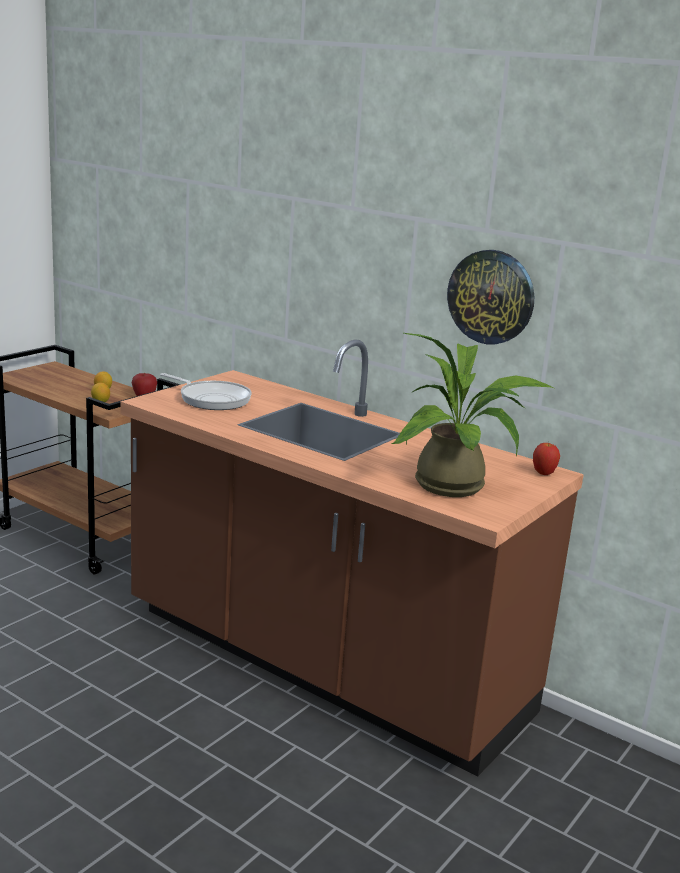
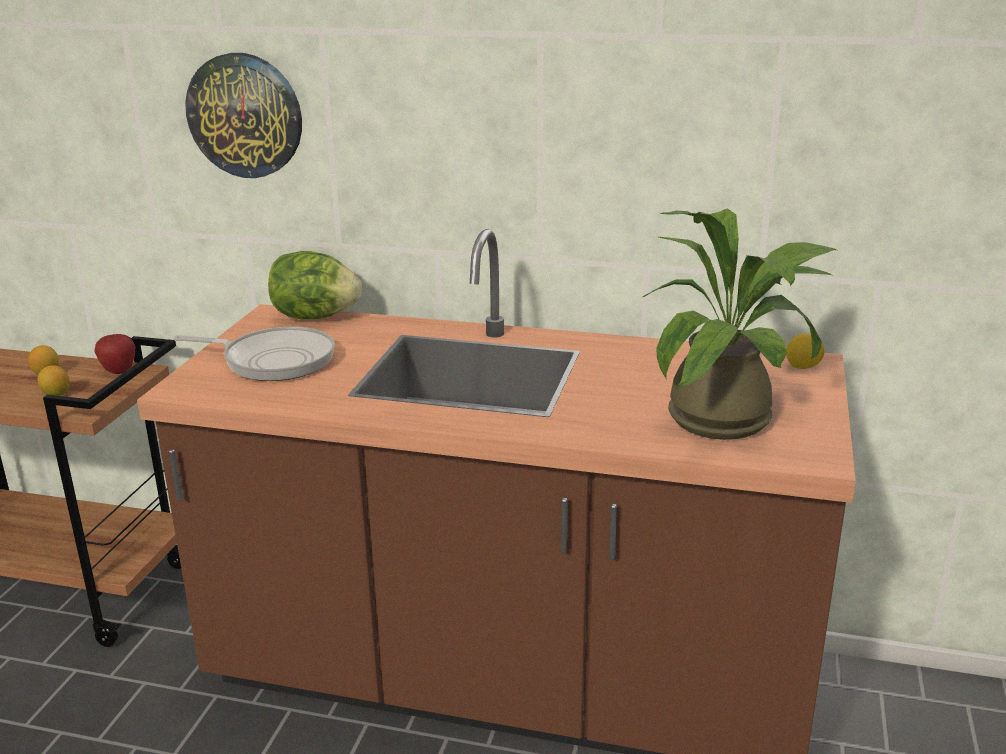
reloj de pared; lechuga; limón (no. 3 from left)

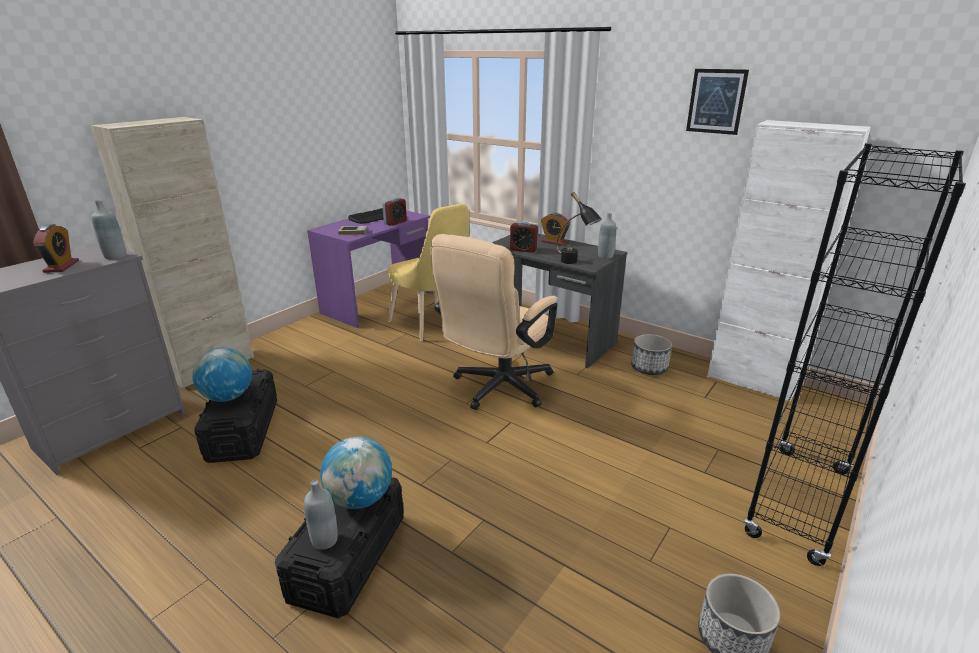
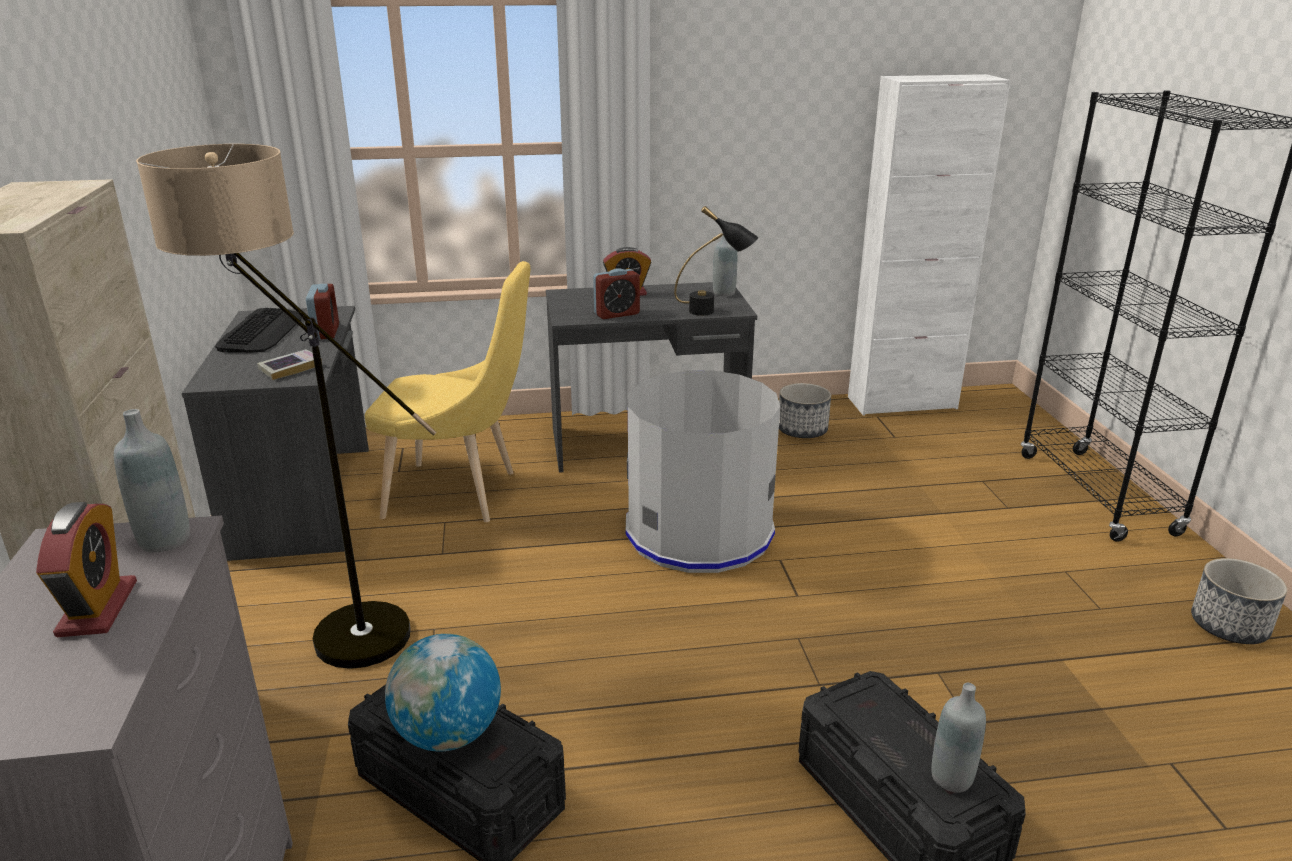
despertador (no. 1 from left); lámpara de pie; escritorio [gris] (no. 1 from left); papelera [gris]; globo terráqueo (no. 2 from left in the first image); cuadro

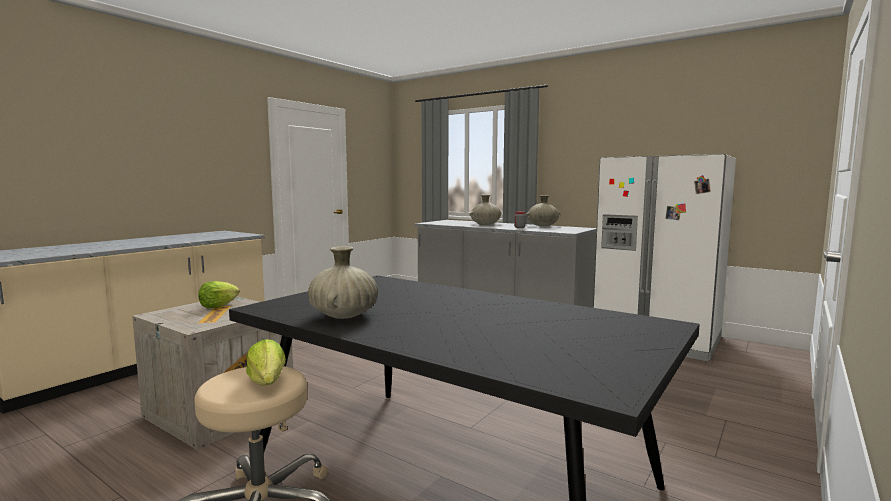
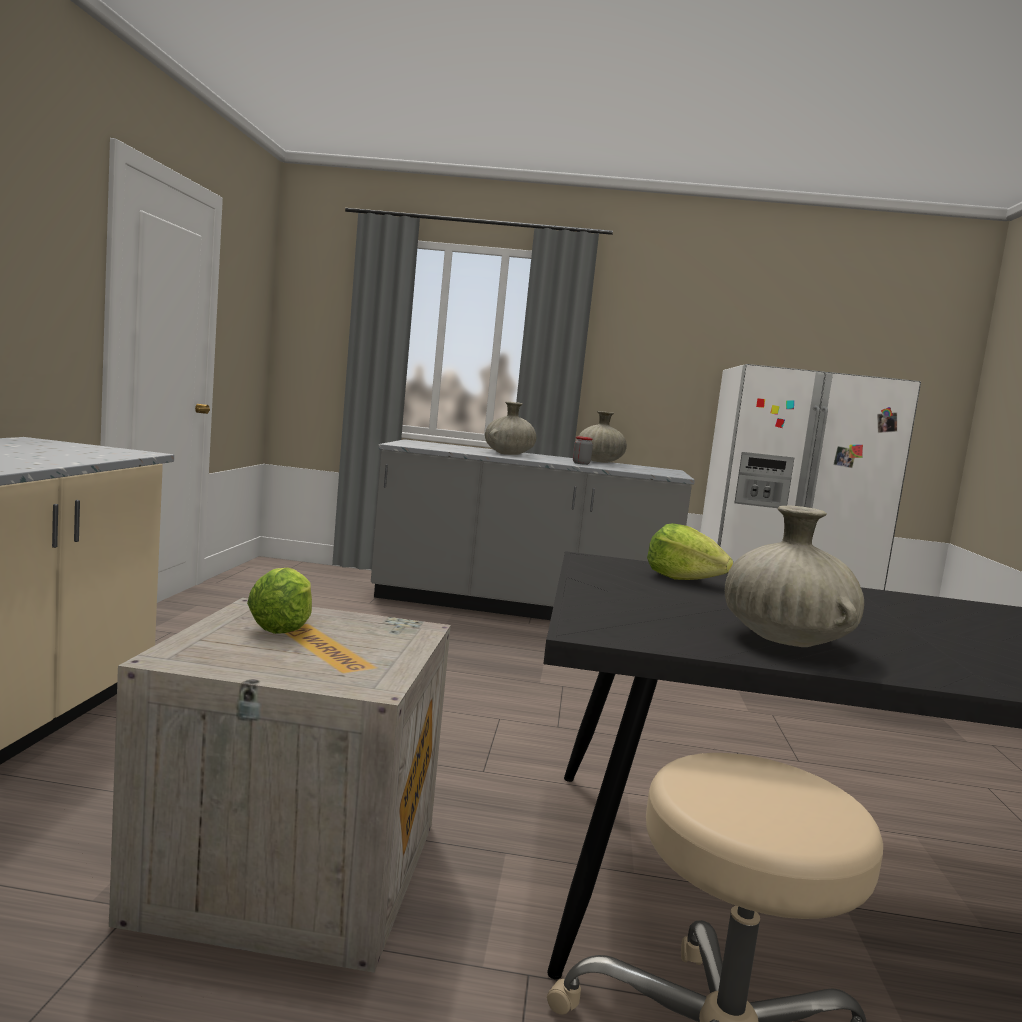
lechuga (no. 2 from left)

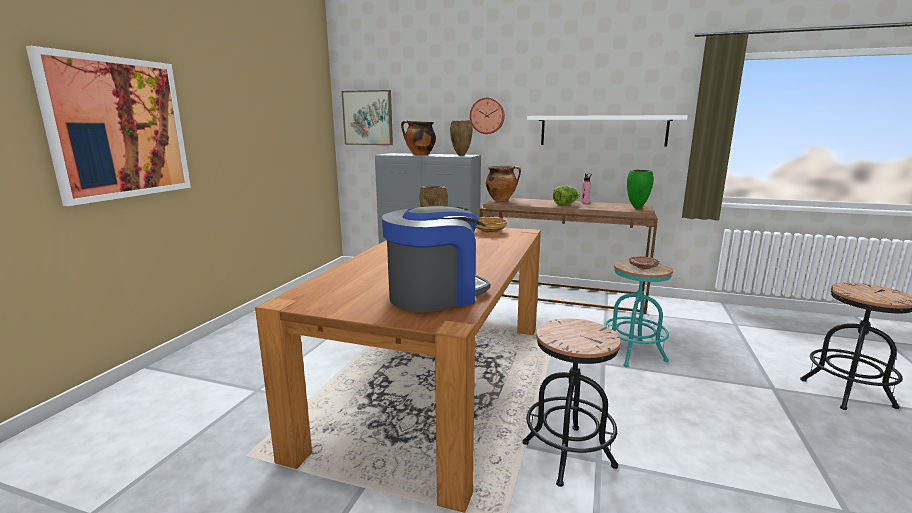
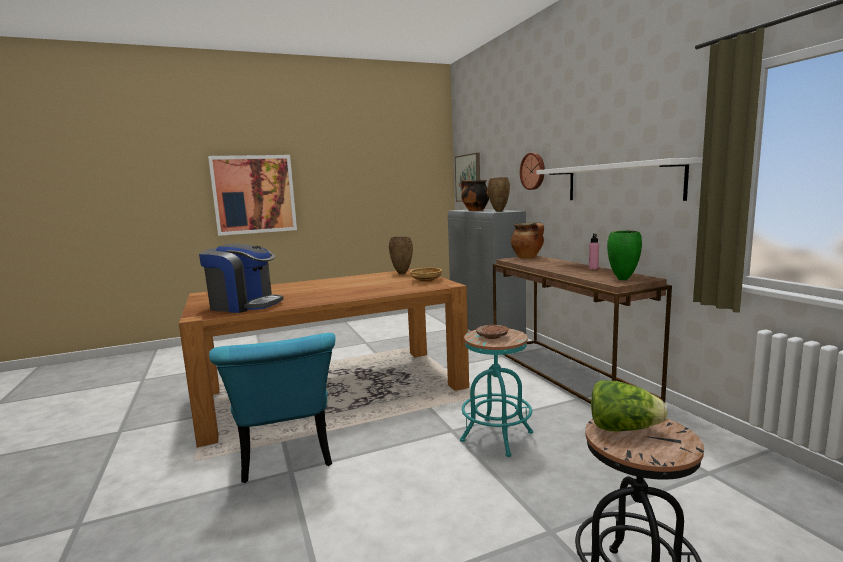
silla [turquesa]; lechuga

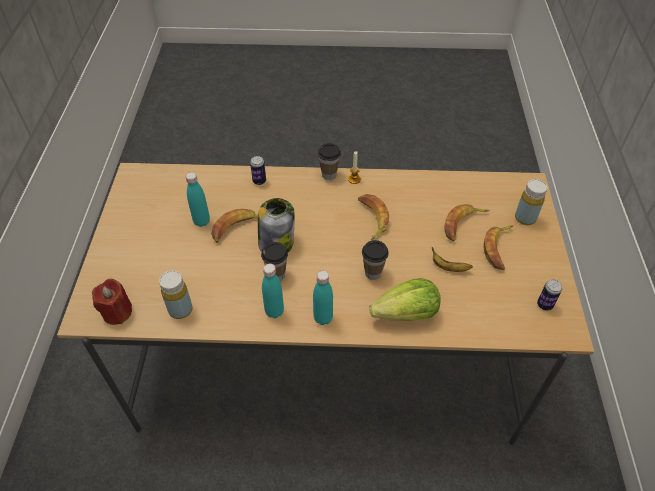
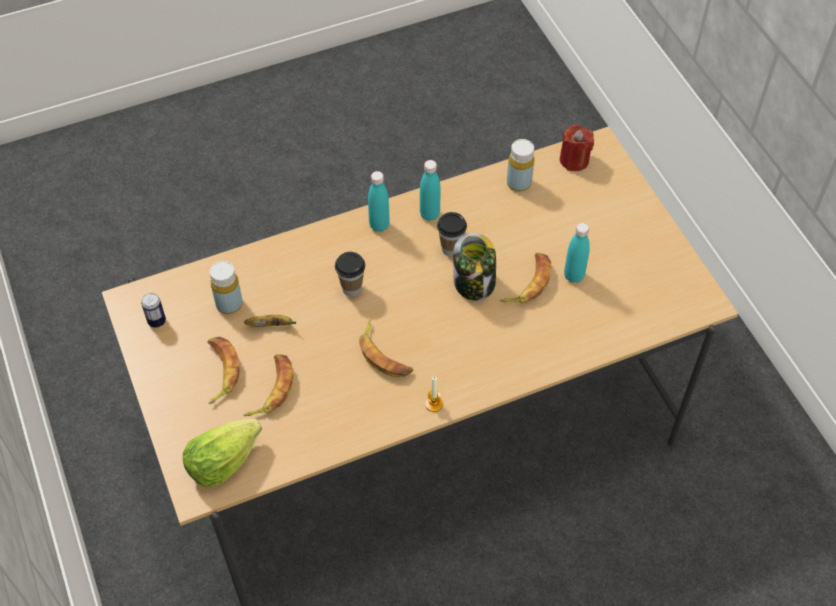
lechuga; botella [amarillo] (no. 1 from left); lata (no. 1 from left in the first image); taza (no. 2 from left in the first image)

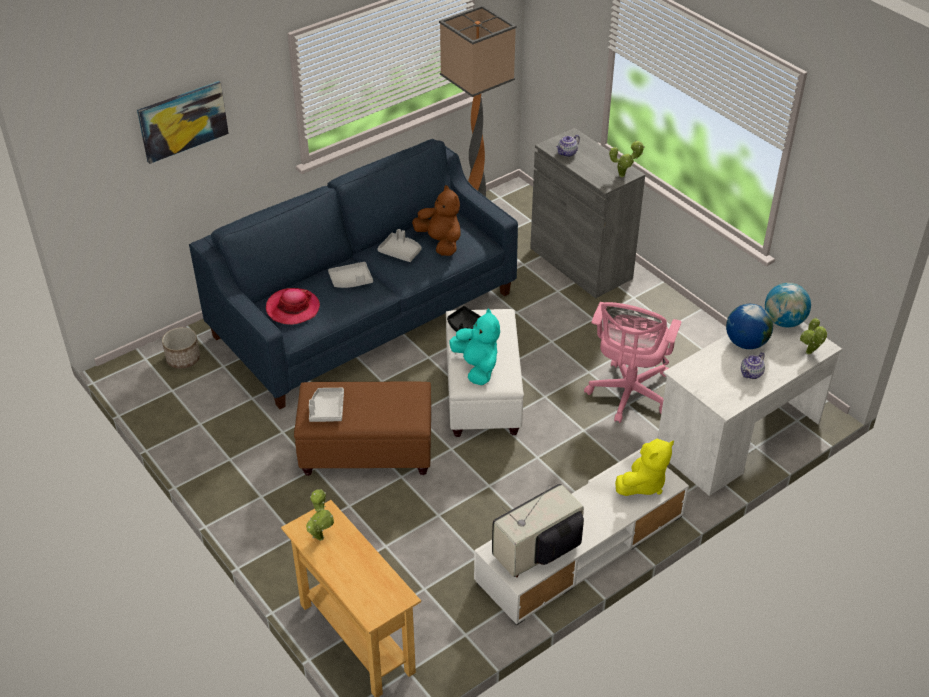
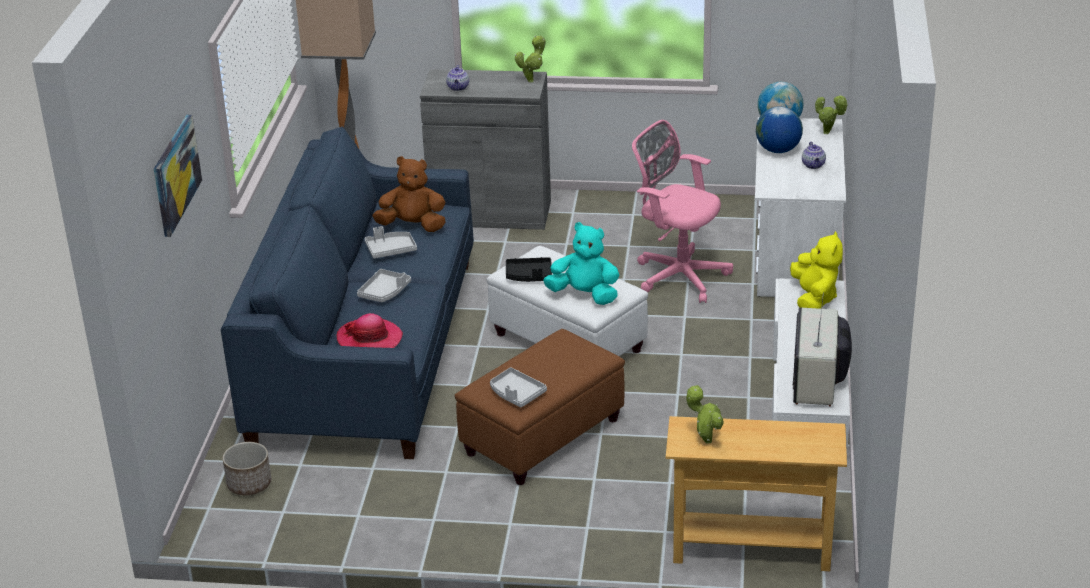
silla de oficina [rosa]

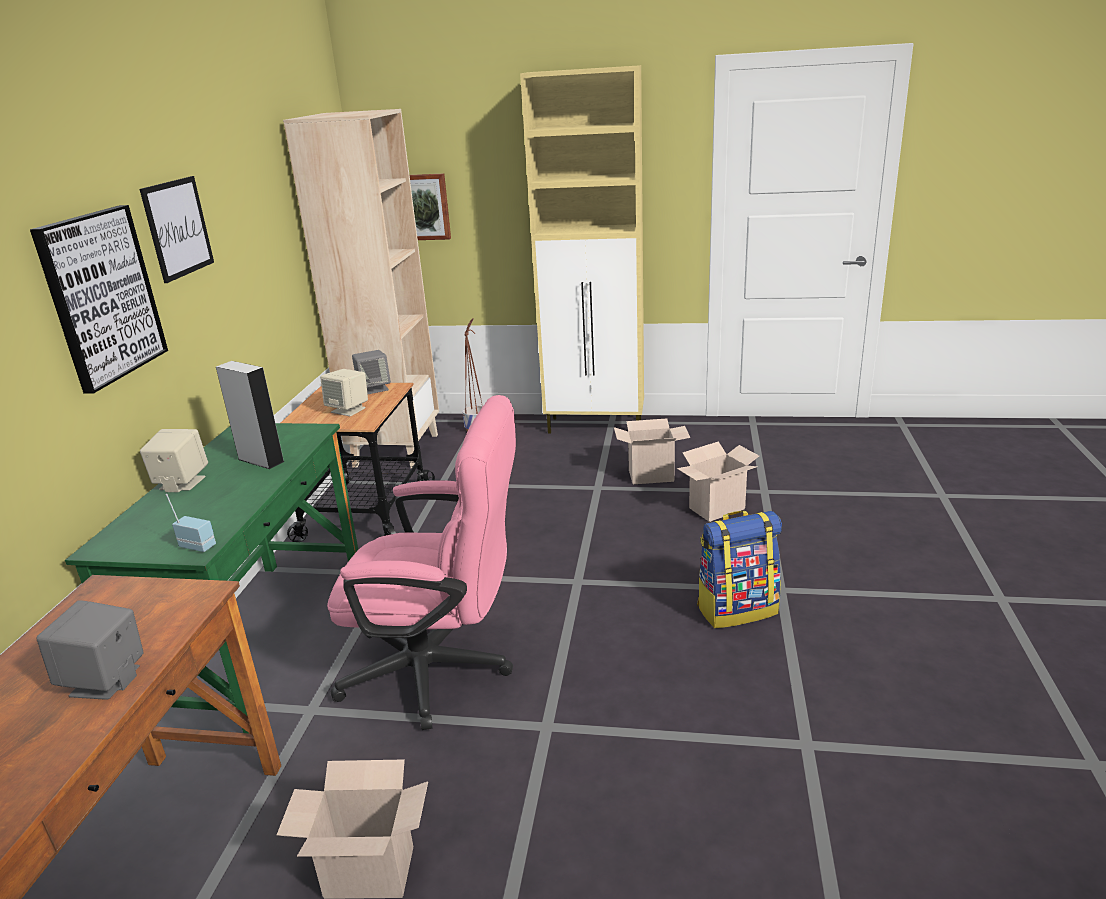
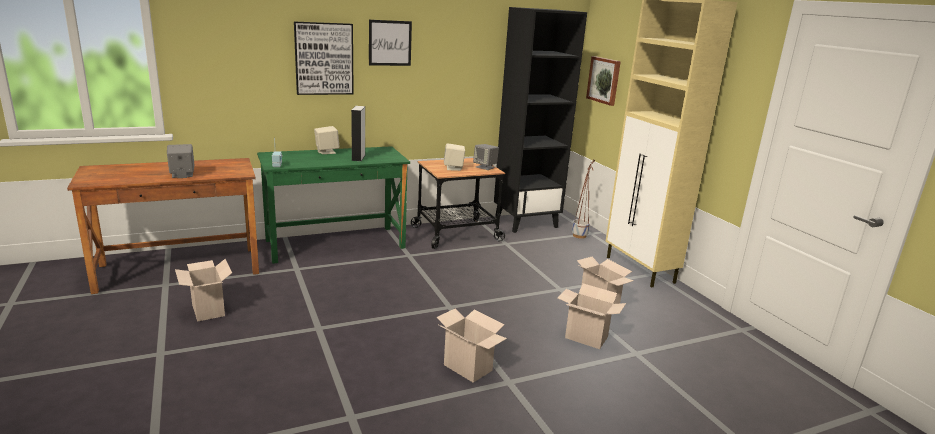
caja de cartón (no. 2 from left); estantería [negro]; silla de oficina [rosa]

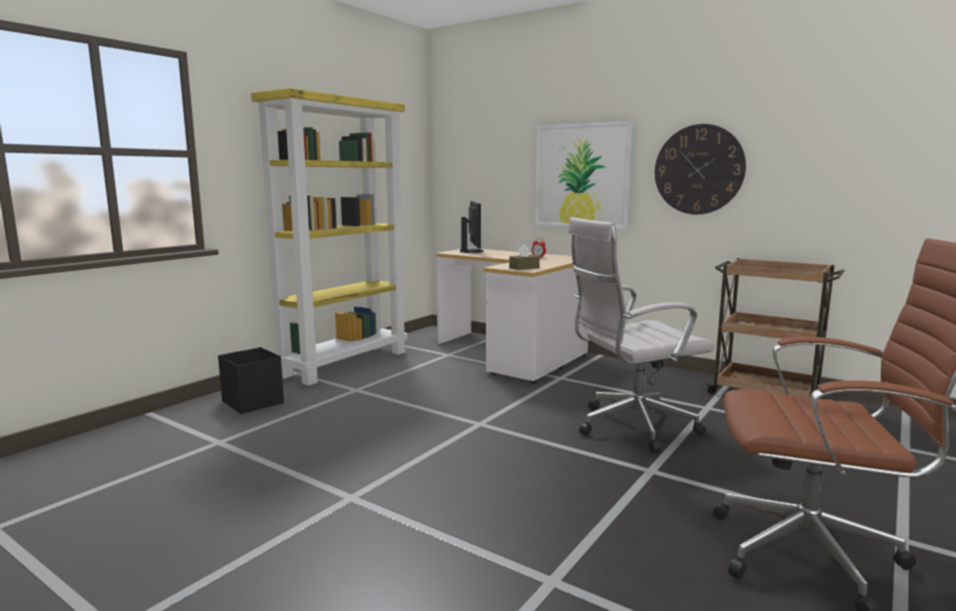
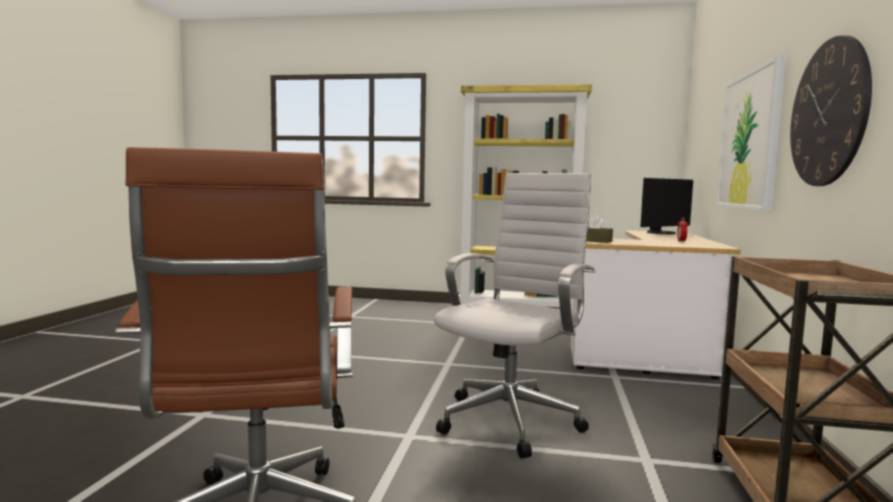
silla de oficina [blanco]; caja de almacenaje [negro]

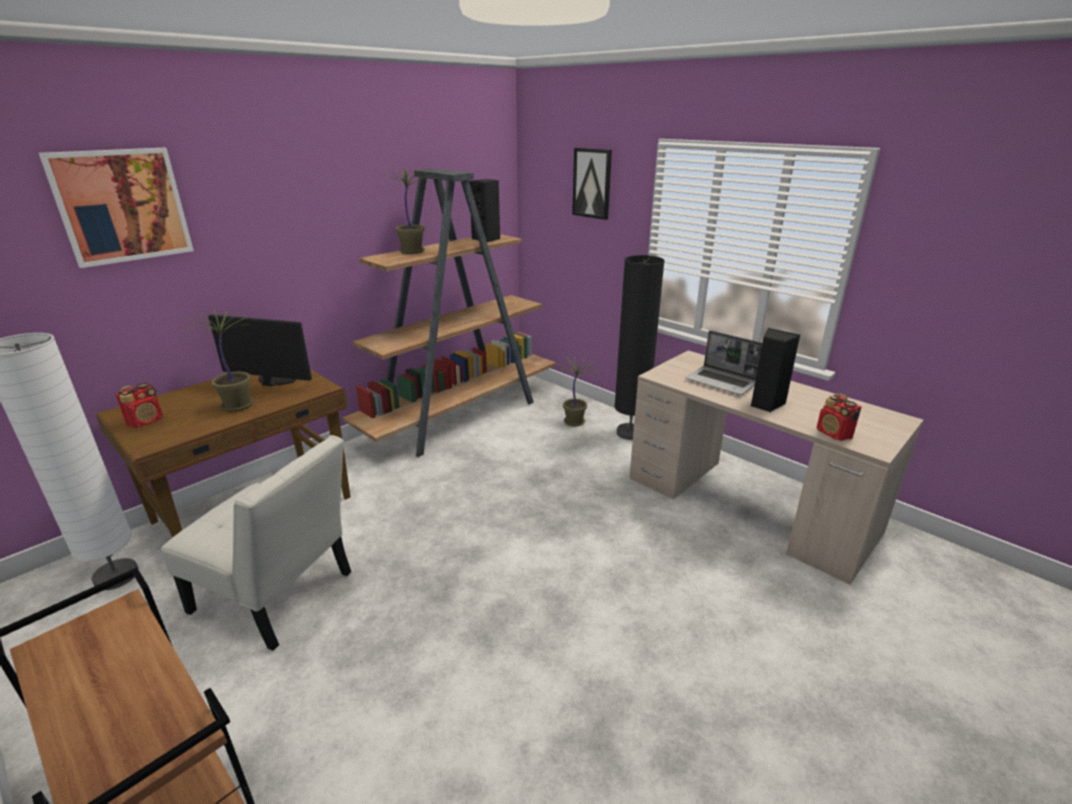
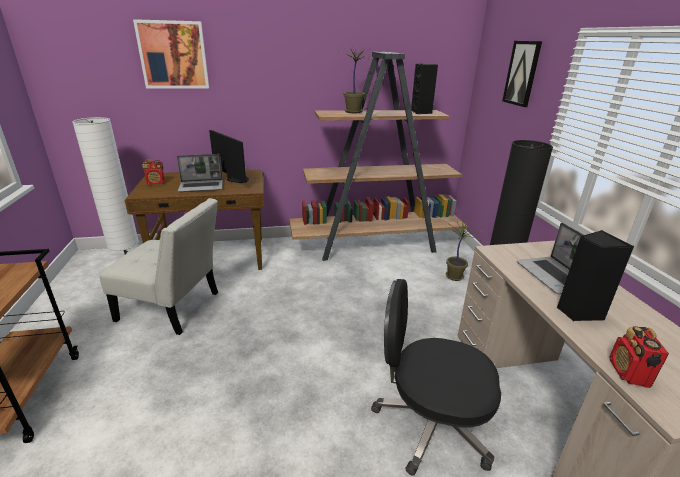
silla [blanco]; portátil (no. 1 from left); silla de oficina [negro]

